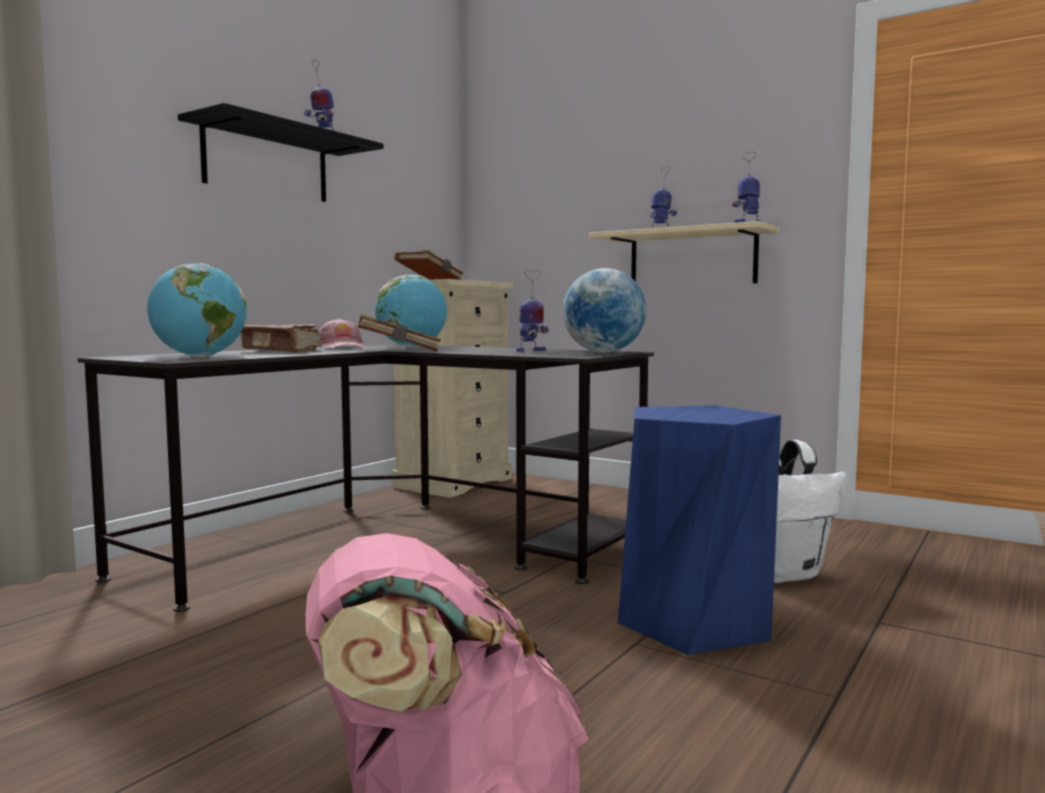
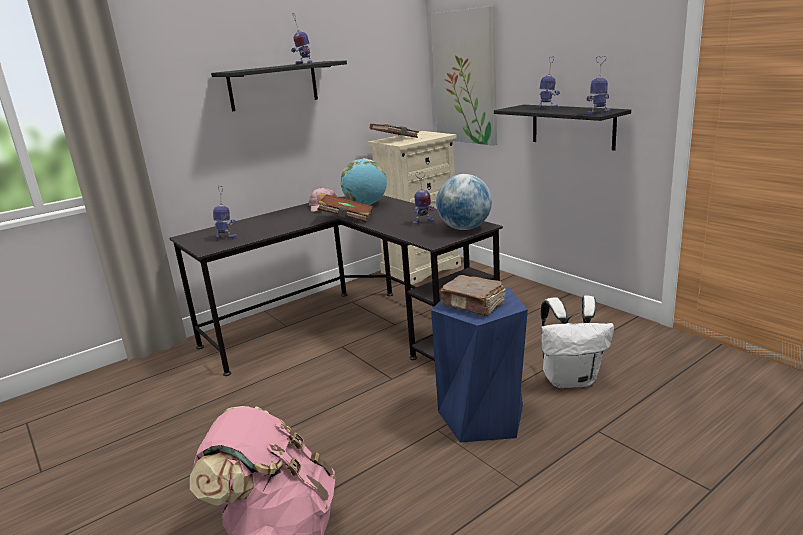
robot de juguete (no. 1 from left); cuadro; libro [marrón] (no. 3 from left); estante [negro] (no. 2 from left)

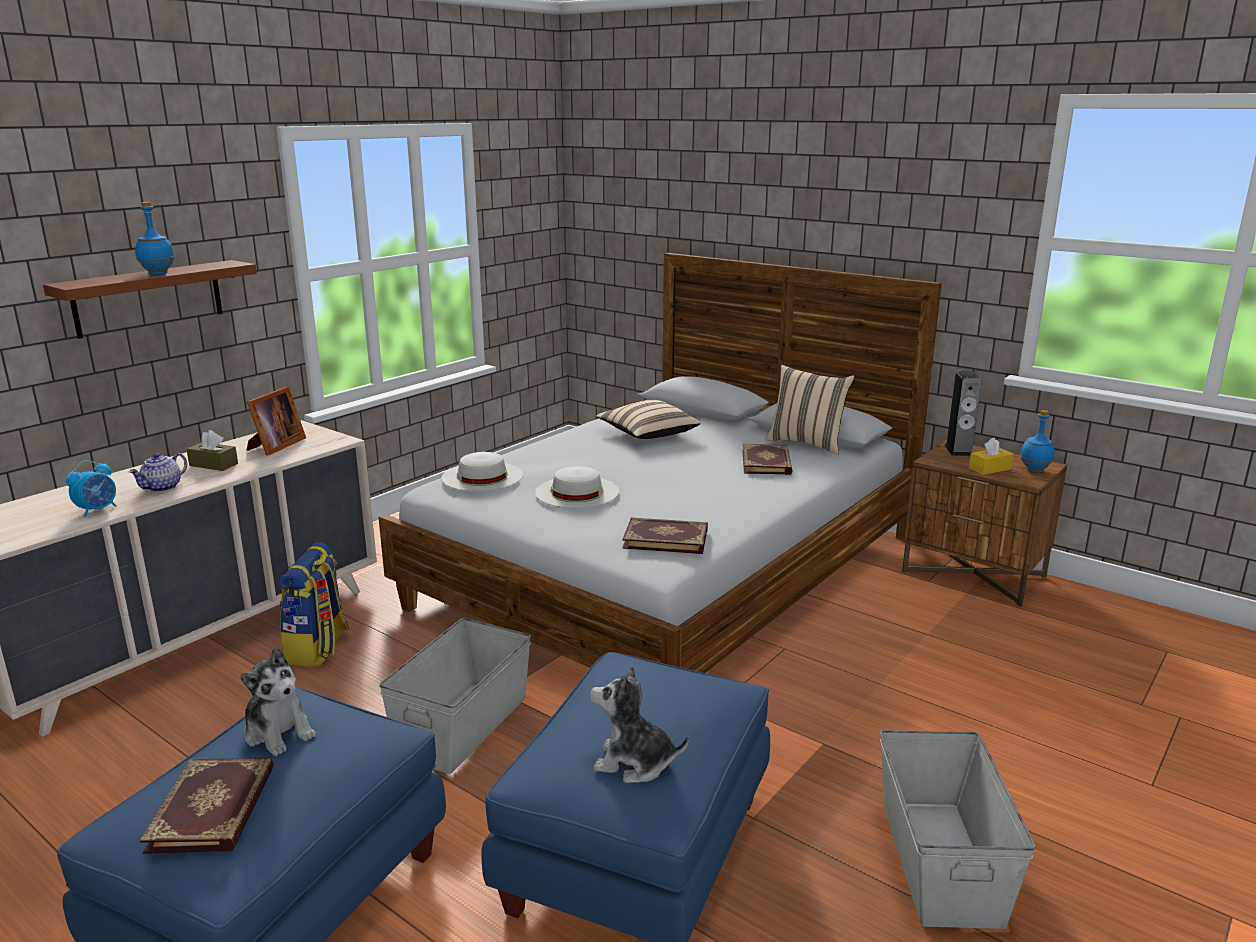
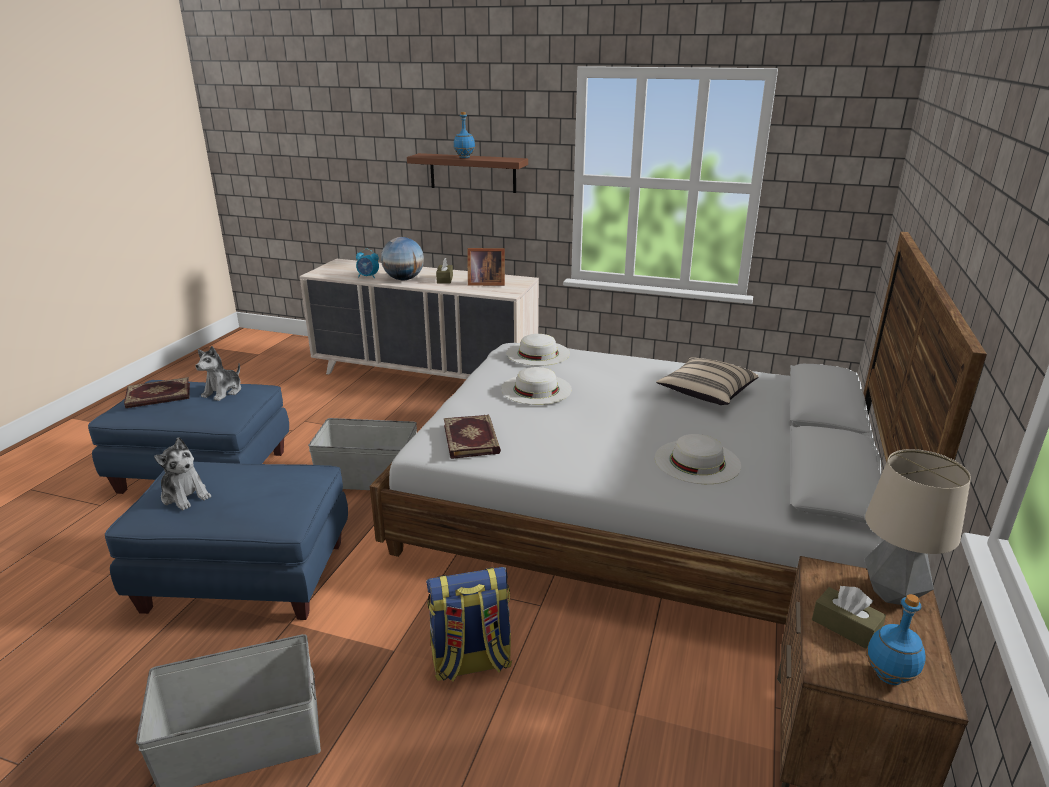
peluche (no. 1 from left); globo terráqueo; mochila; sombrero [blanco] (no. 3 from left); caja de pañuelos [marrón] (no. 2 from left); lámpara de mesa; cojín [beis] (no. 2 from left in the first image)

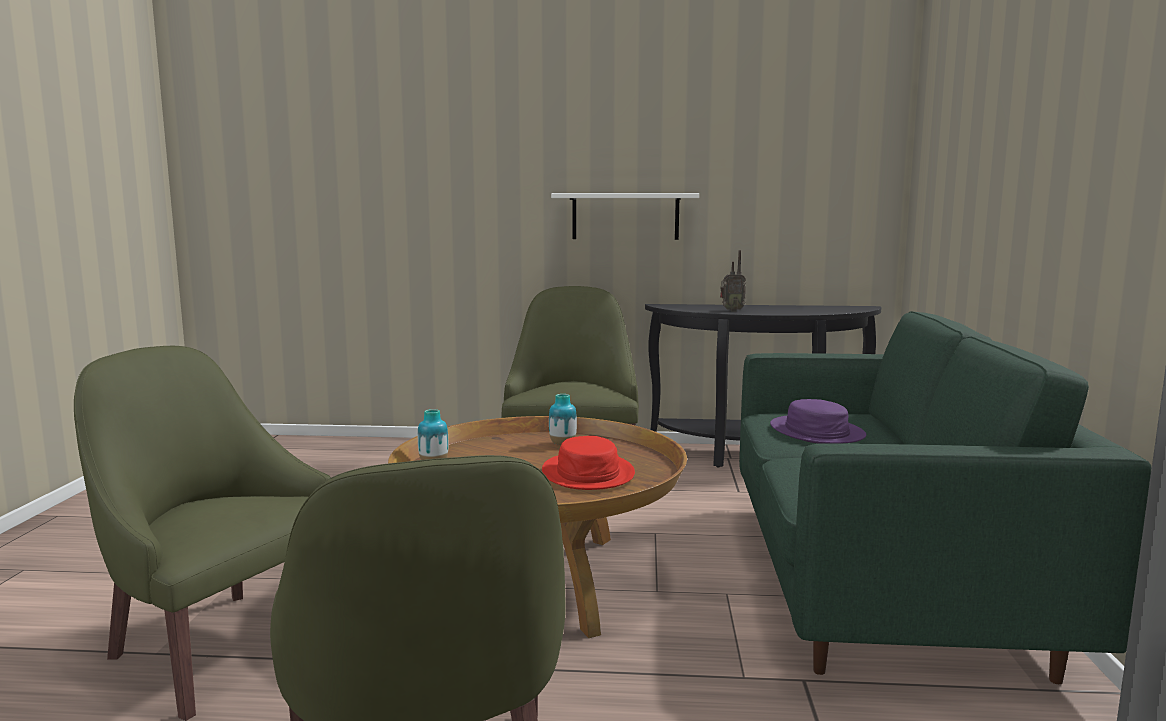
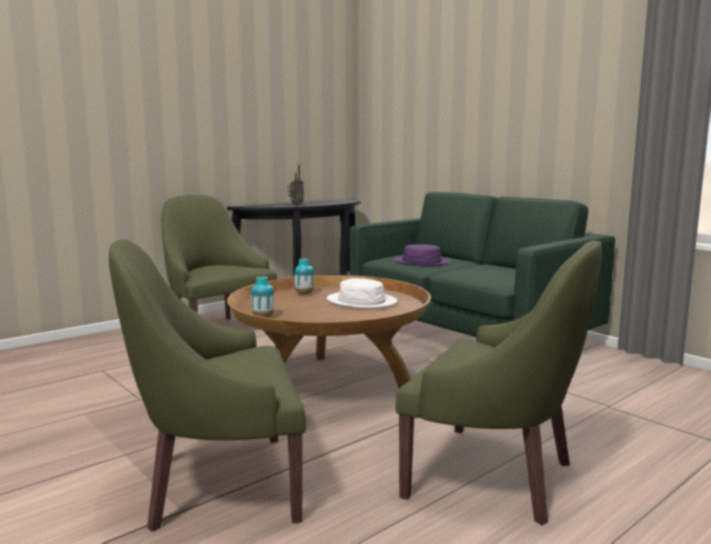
sombrero [blanco]; estante [blanco]

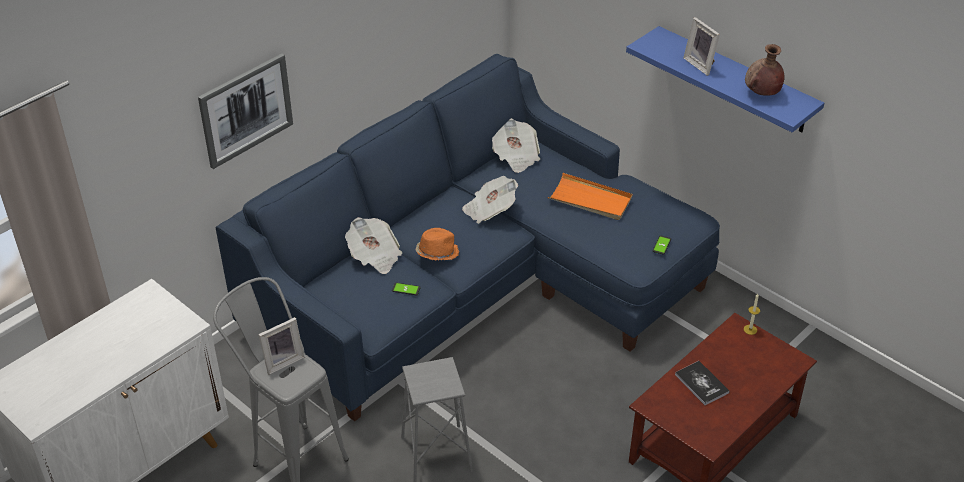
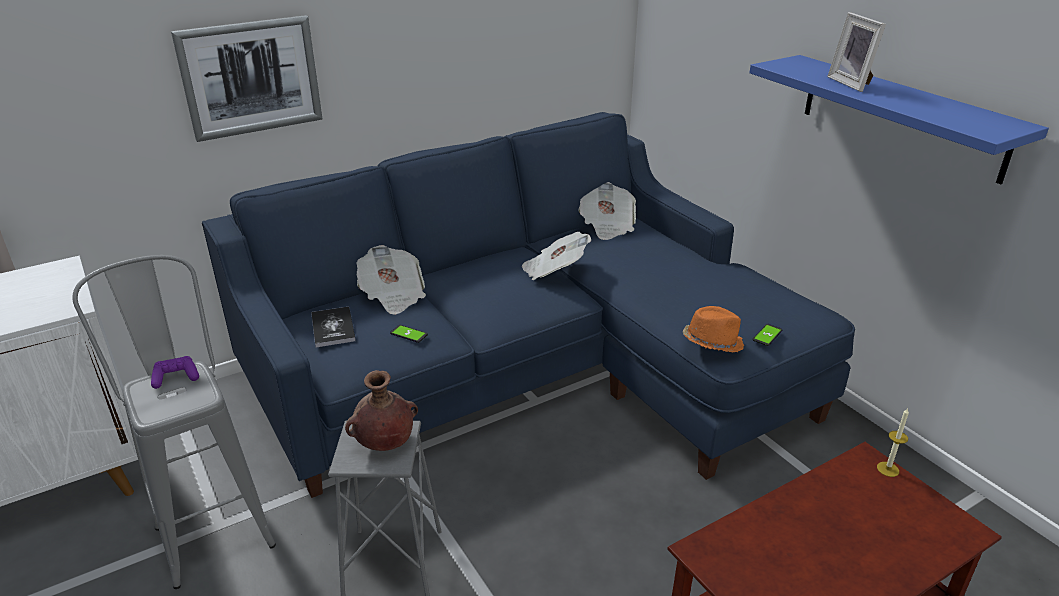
mando de consola [morado]; libro; florero [marrón]; sombrero [naranja]; bandeja [naranja]

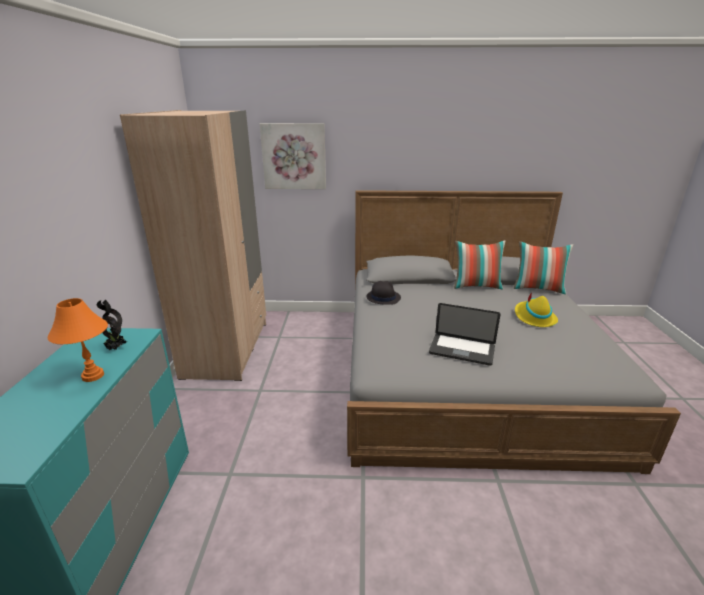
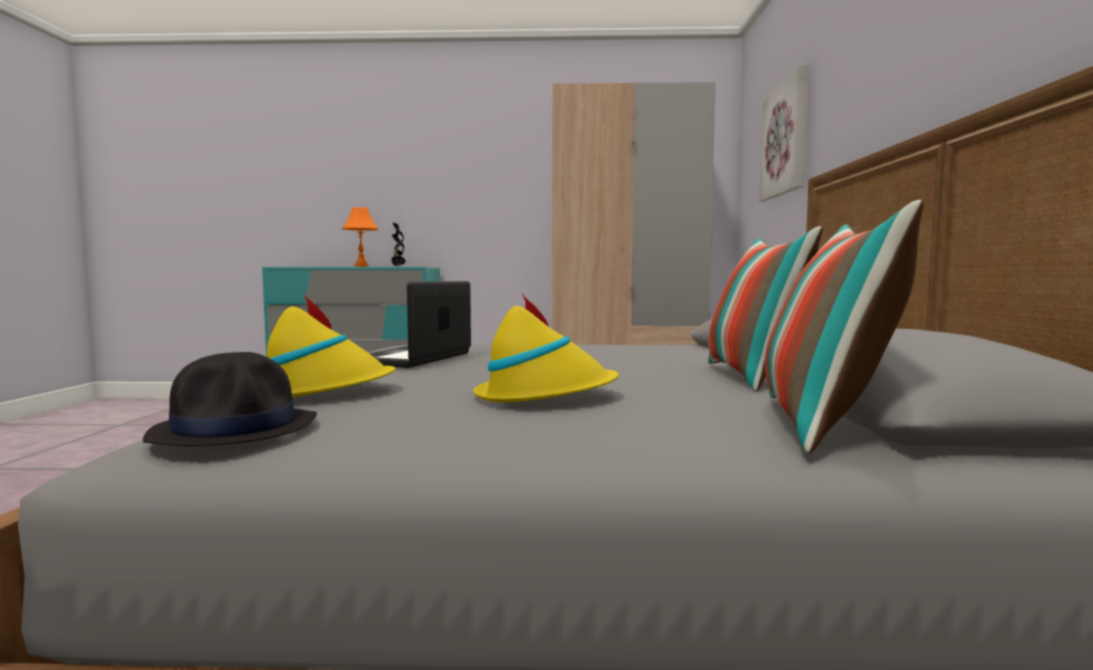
sombrero [negro]; sombrero [amarillo] (no. 1 from left)

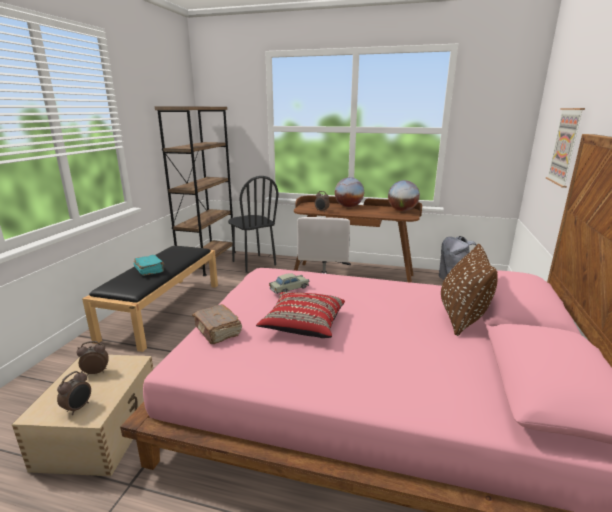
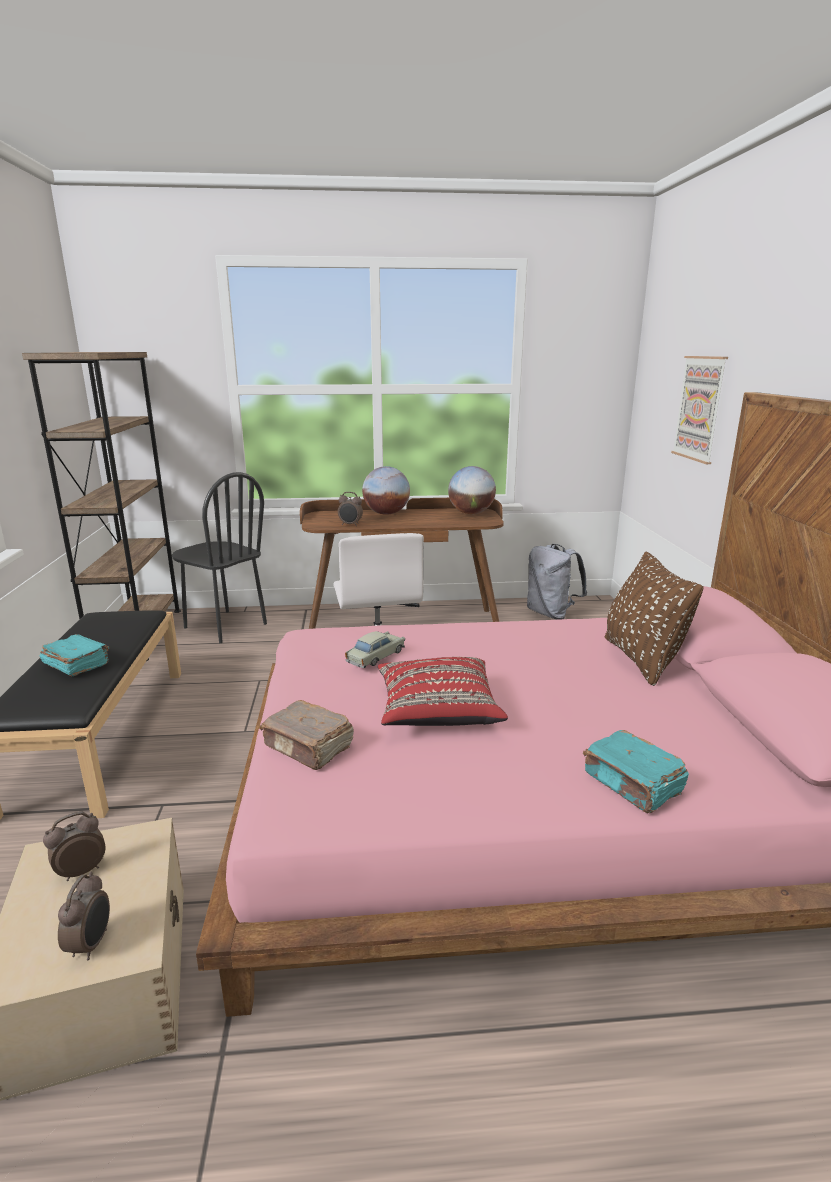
libro [turquesa] (no. 2 from left)

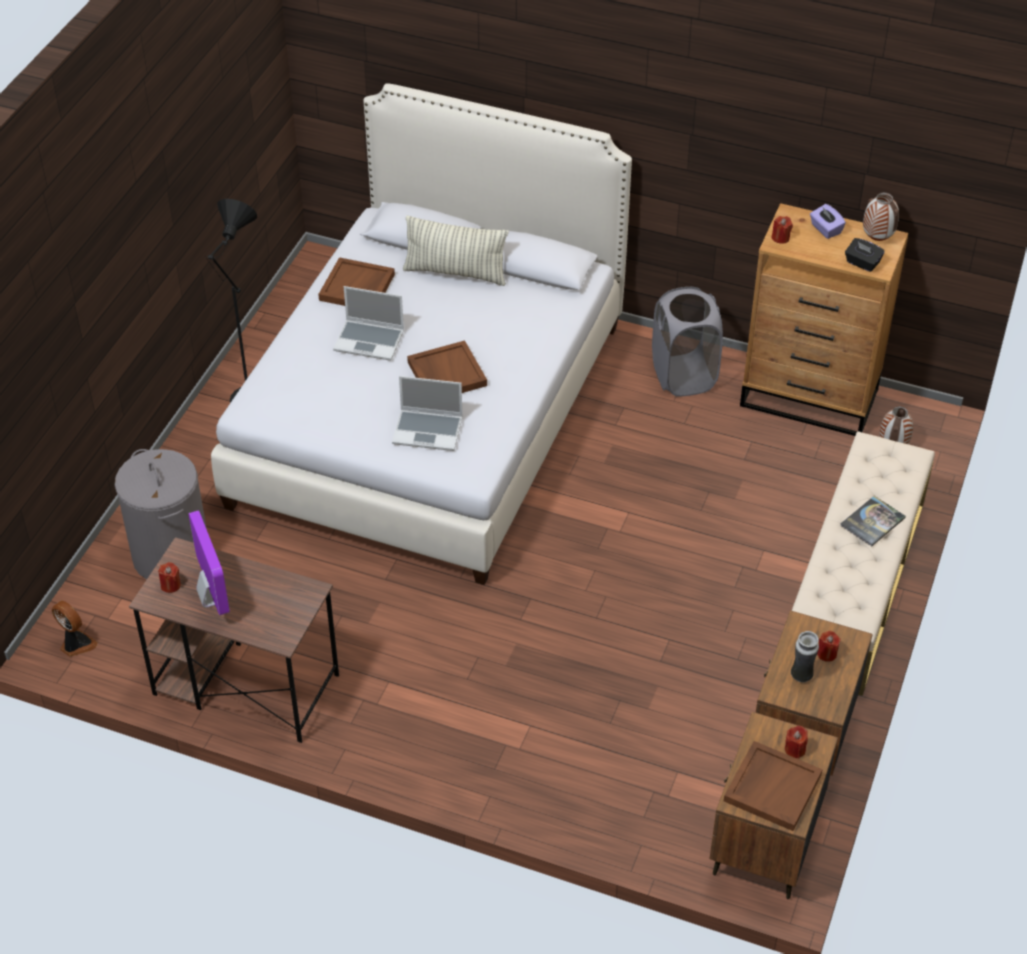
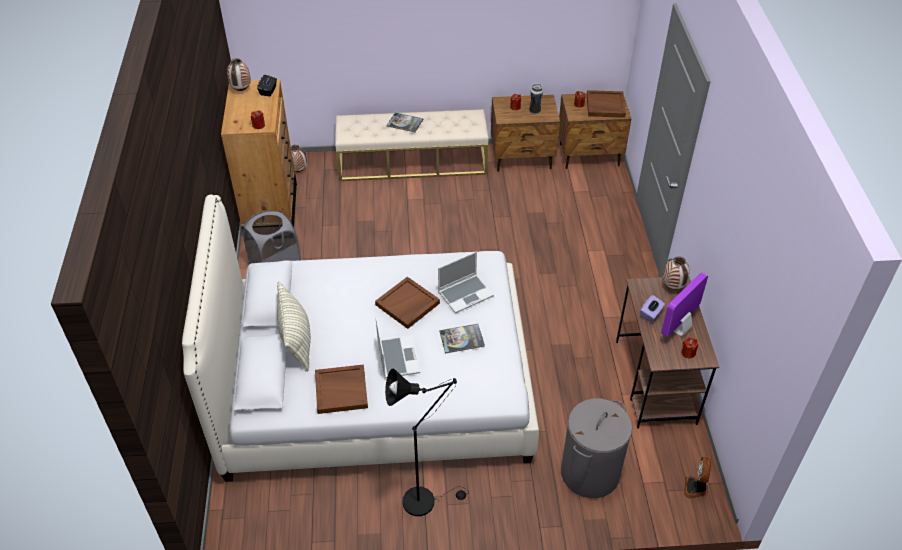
portátil (no. 2 from left); libro (no. 2 from left); caja de pañuelos [morado]; florero (no. 4 from left)

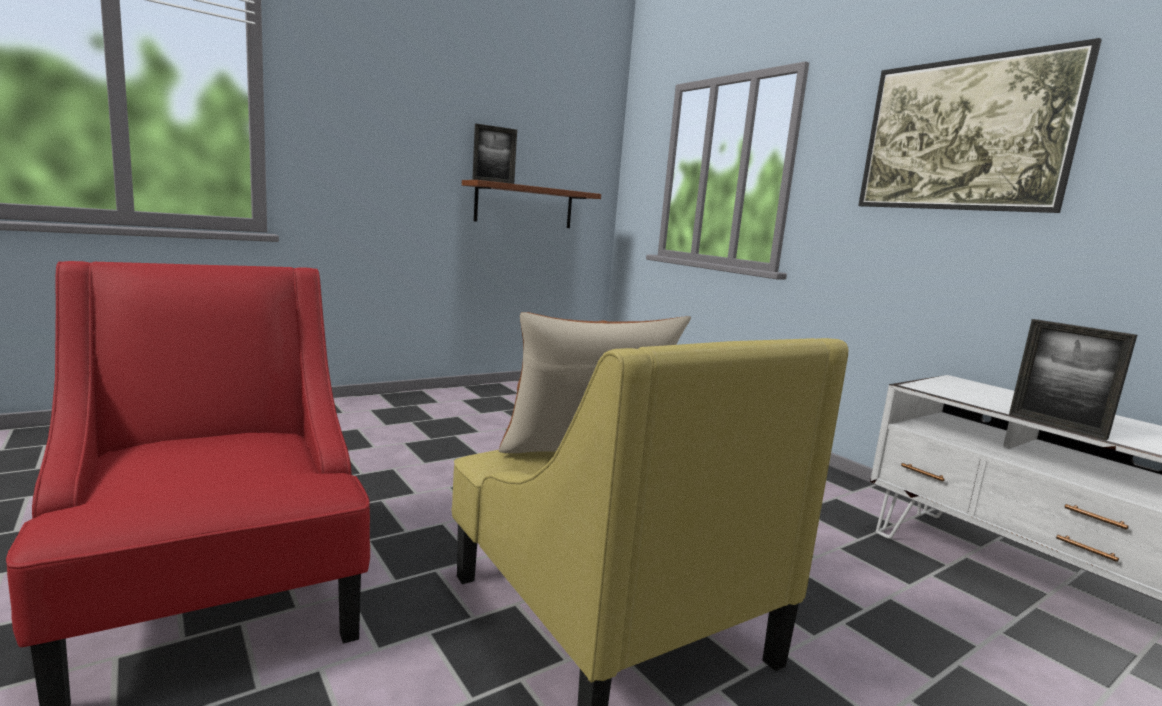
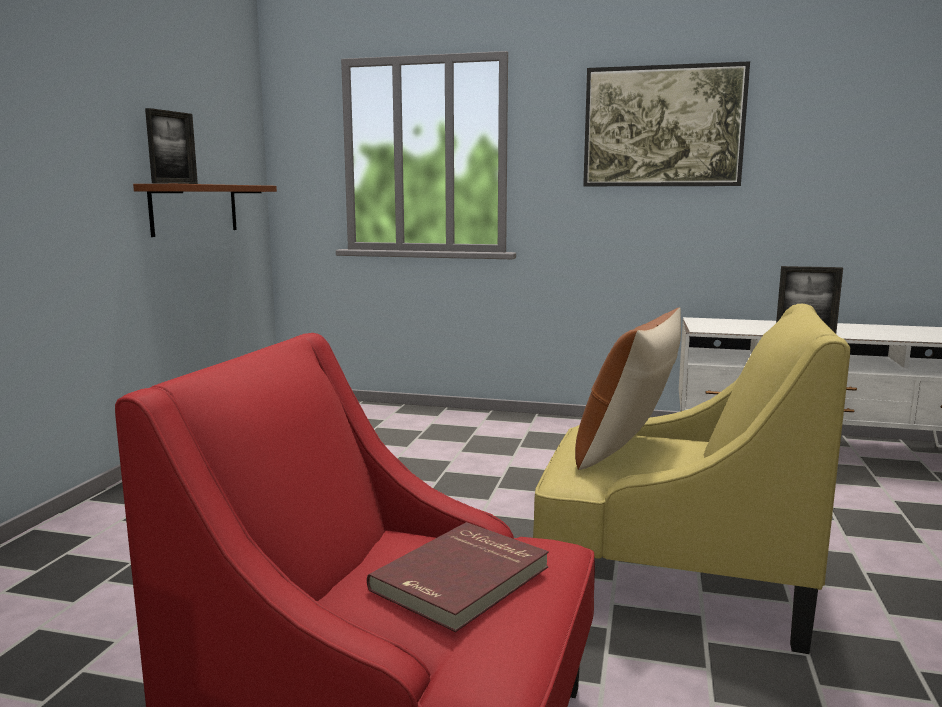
libro [rojo]

